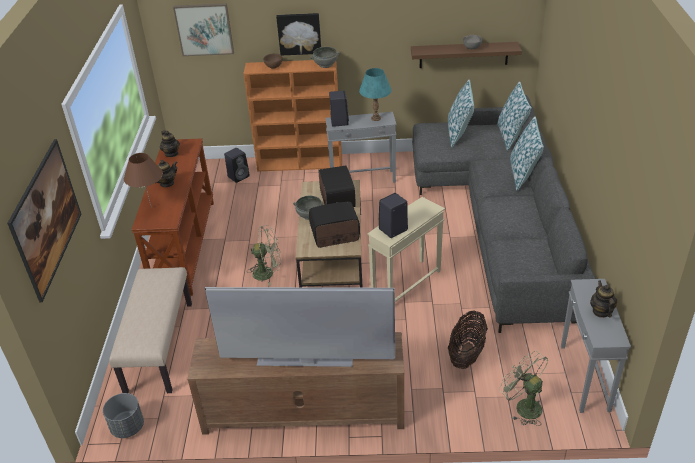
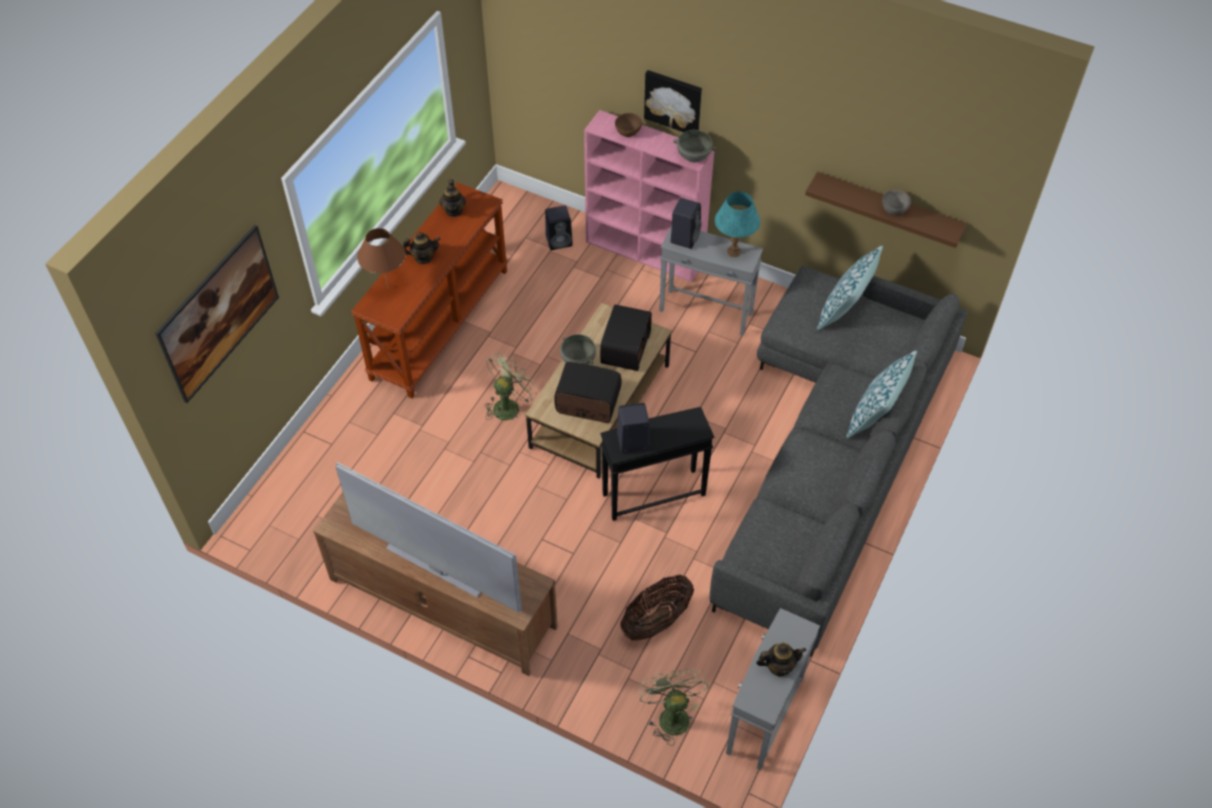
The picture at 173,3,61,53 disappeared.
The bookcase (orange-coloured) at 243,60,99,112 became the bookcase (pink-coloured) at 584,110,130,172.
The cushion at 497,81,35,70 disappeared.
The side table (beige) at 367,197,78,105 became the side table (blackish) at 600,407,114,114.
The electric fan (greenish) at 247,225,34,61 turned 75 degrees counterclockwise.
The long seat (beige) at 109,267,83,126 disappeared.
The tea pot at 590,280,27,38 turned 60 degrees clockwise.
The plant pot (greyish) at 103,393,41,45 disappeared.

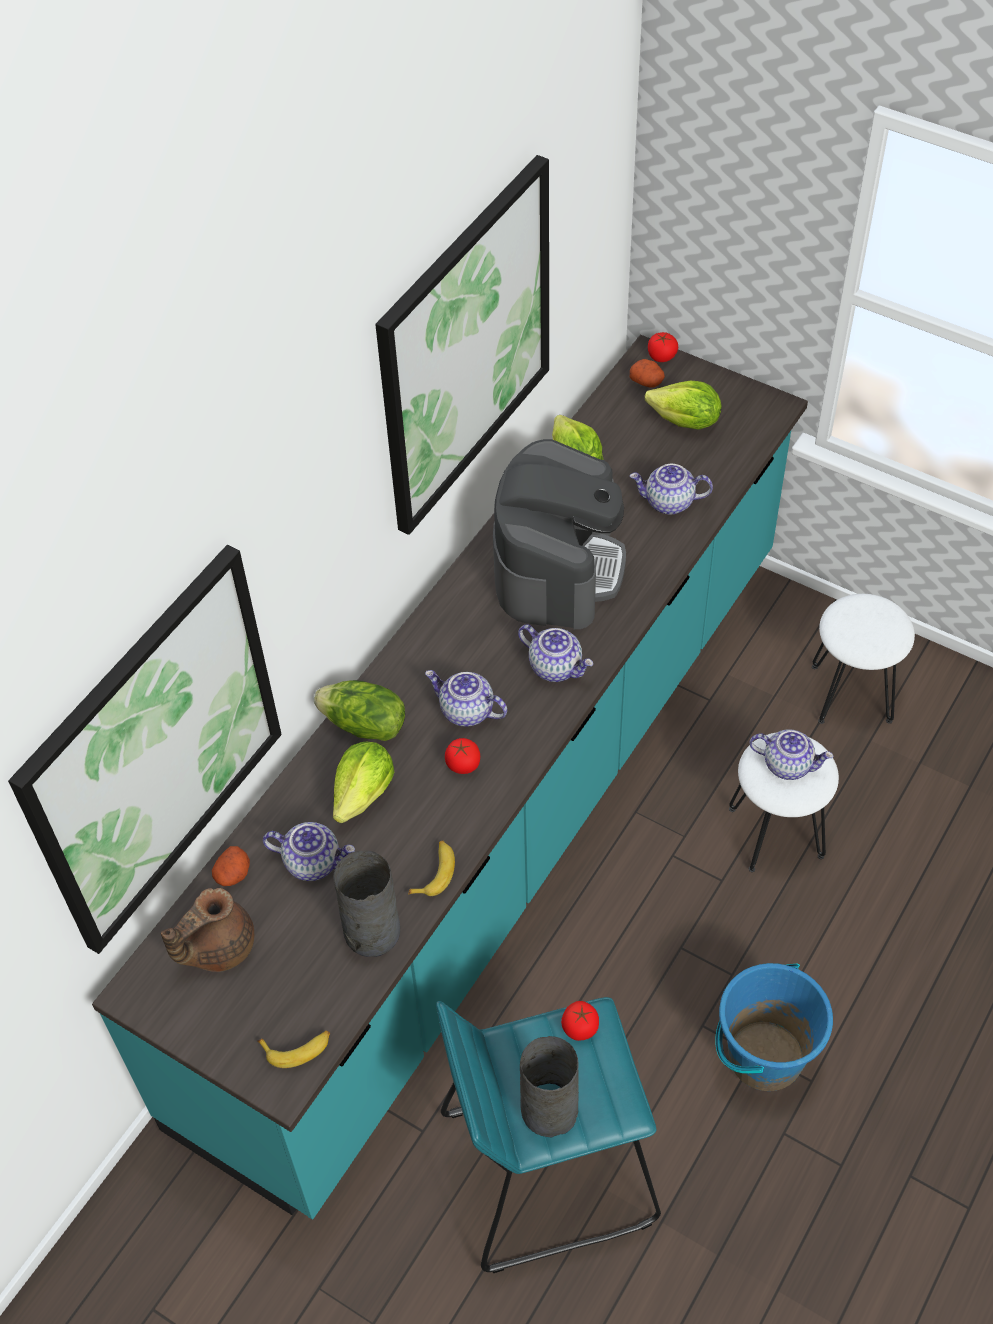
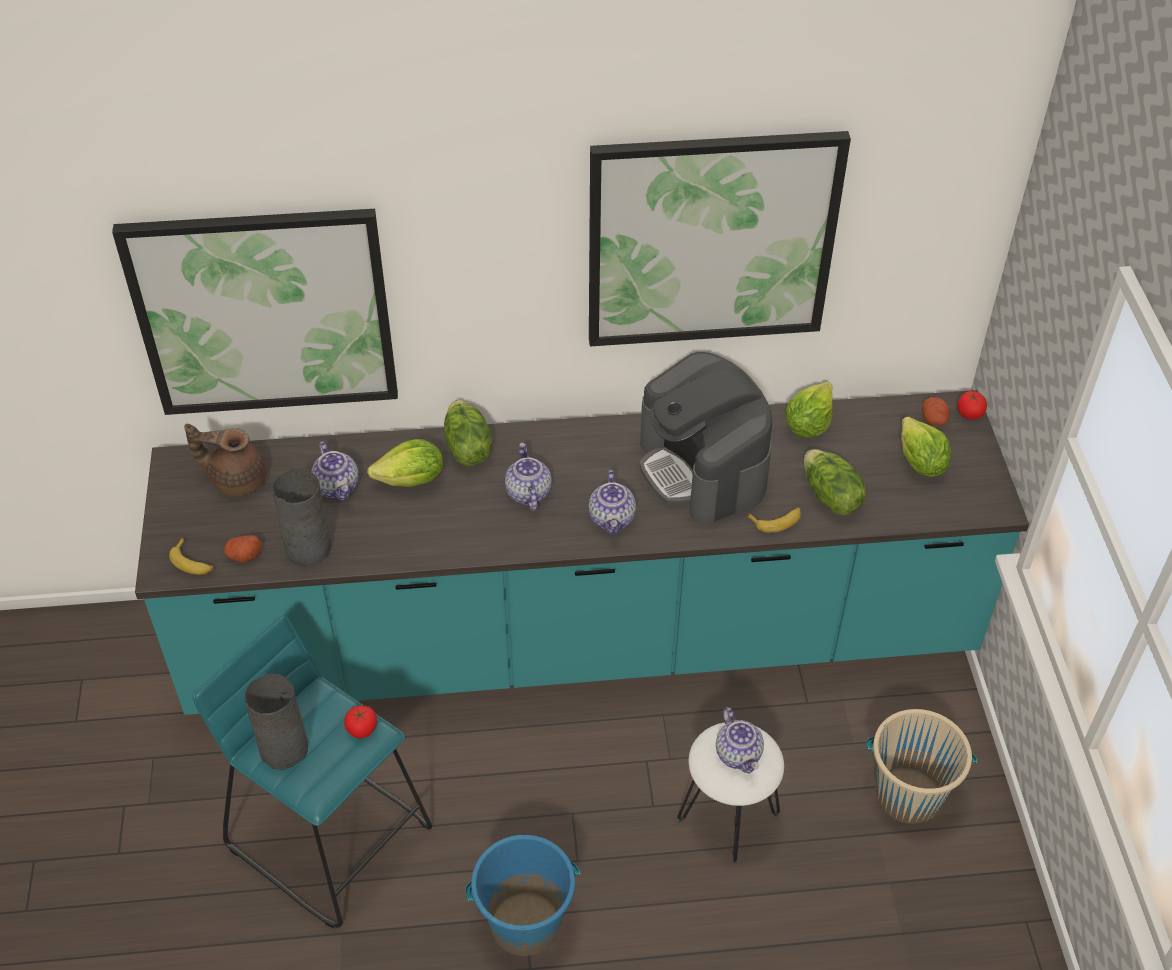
The coffee machine at 493,439,133,190 turned 90 degrees clockwise.
The tea pot at 630,464,83,51 was replaced by the lettuce head at 804,449,62,66.
The stool seat (white-coloured) at 812,594,103,130 was replaced by the bucket (beige) at 866,709,111,115.
The tomato at 445,738,35,36 disappeared.
The whole banana moved from 408,840,47,56 to 747,507,54,26.
The whole potato moved from 212,846,38,40 to 224,535,37,28.

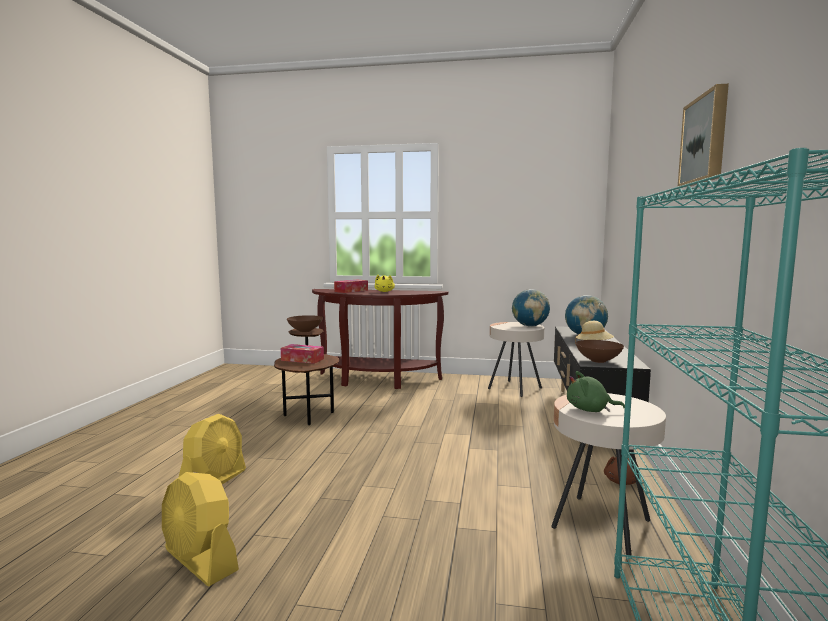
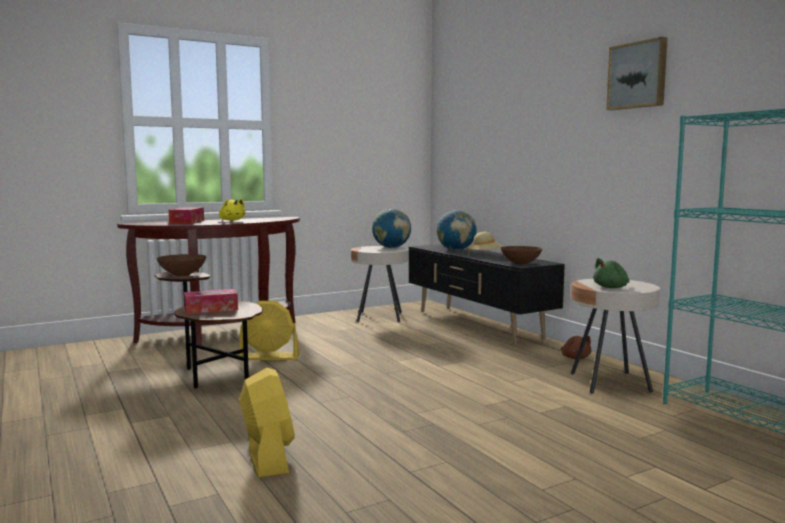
The electric fan (yellowish) moved from 162,472,77,115 to 239,301,61,59.

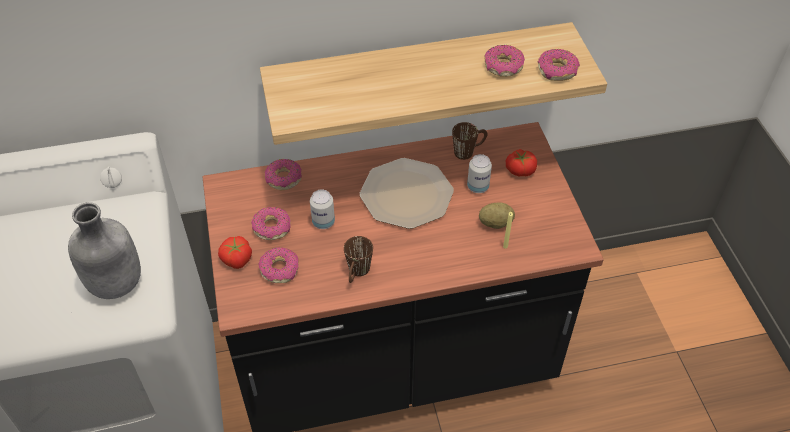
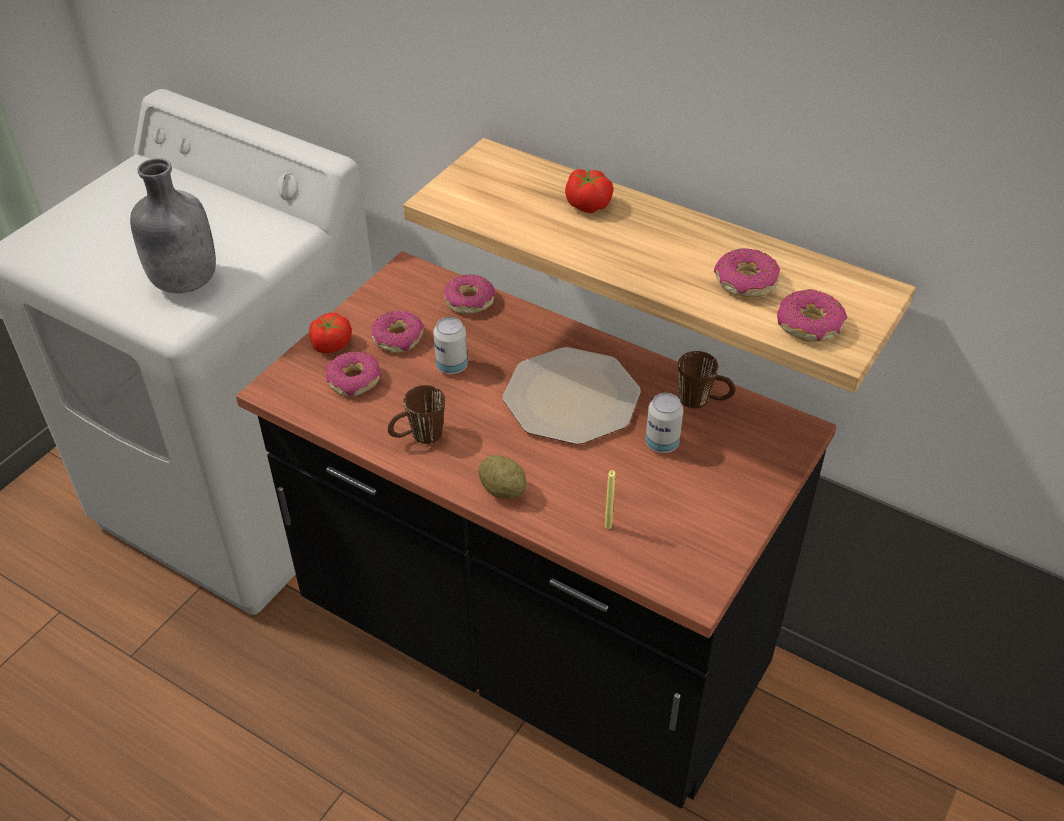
The tomato moved from 506,149,31,27 to 565,169,48,44.
The whole potato moved from 479,202,36,27 to 478,455,49,43.

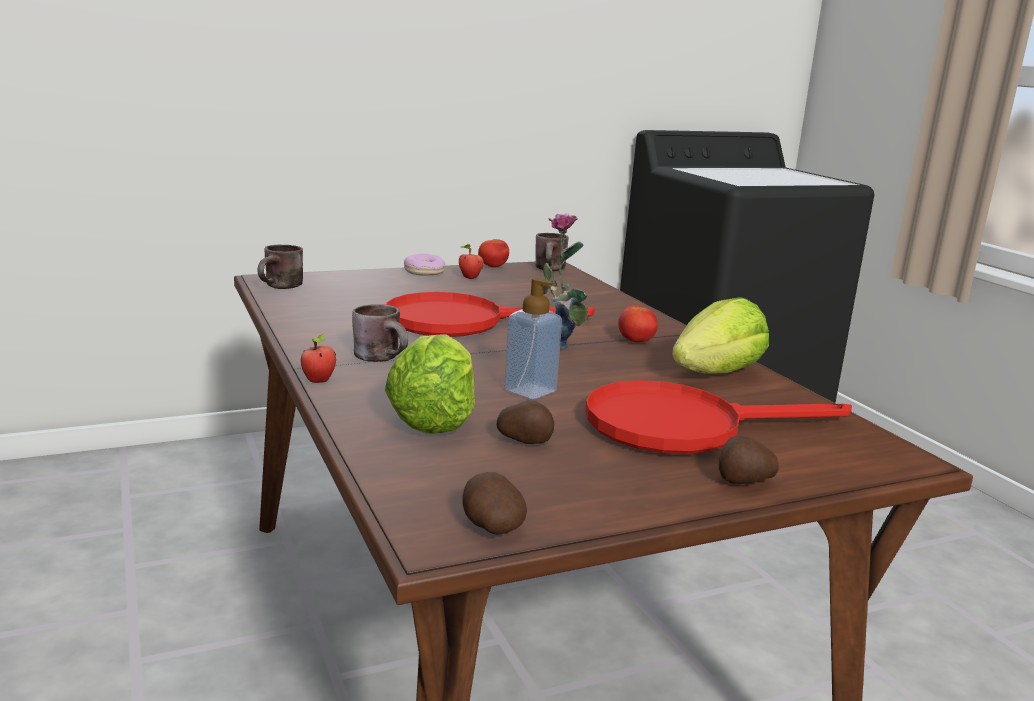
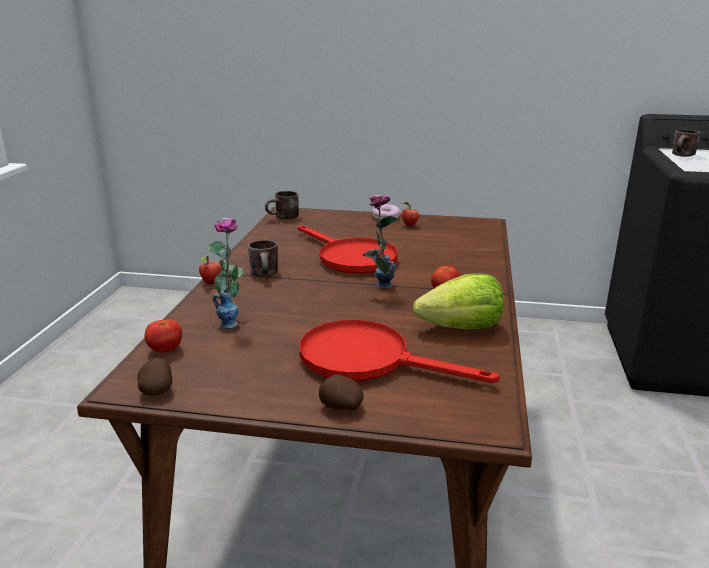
The coffee mug (brownish) moved from 535,233,34,38 to 672,130,29,27.
The tomato moved from 478,239,31,29 to 145,319,37,34.
The liquid soap bottle at 504,278,58,121 disappeared.
The frying pan (reddish) at 386,292,209,45 turned 150 degrees counterclockwise.
The lettuce head at 385,334,90,100 was replaced by the flower vase at 207,217,37,111.
The whole potato at 496,400,58,44 disappeared.

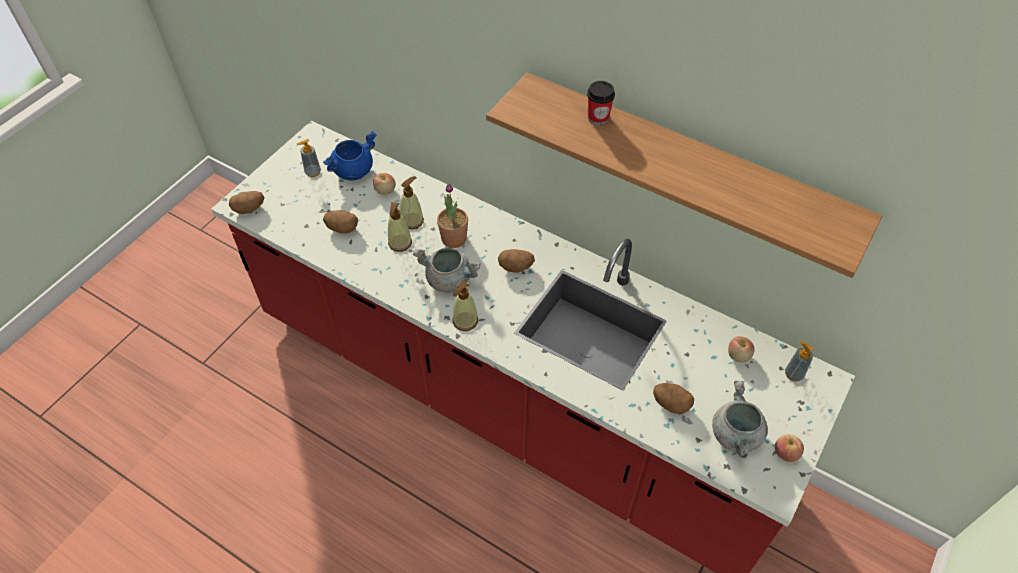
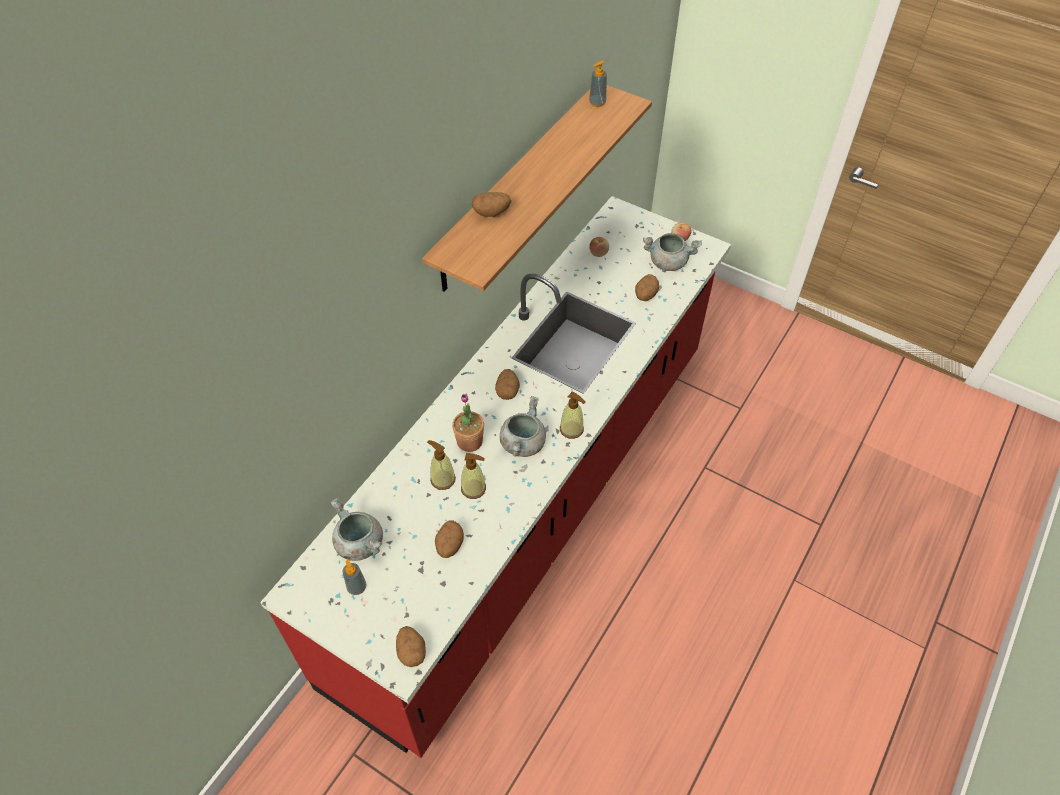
The drinking cup at 587,81,28,45 was replaced by the whole potato at 472,192,40,25.
The cooking pot (blue-coloured) at 323,131,53,49 became the cooking pot (greyish) at 330,498,53,63.
The apple fruit at 373,173,22,22 disappeared.
The liquid soap bottle moved from 785,340,28,42 to 589,60,18,47.

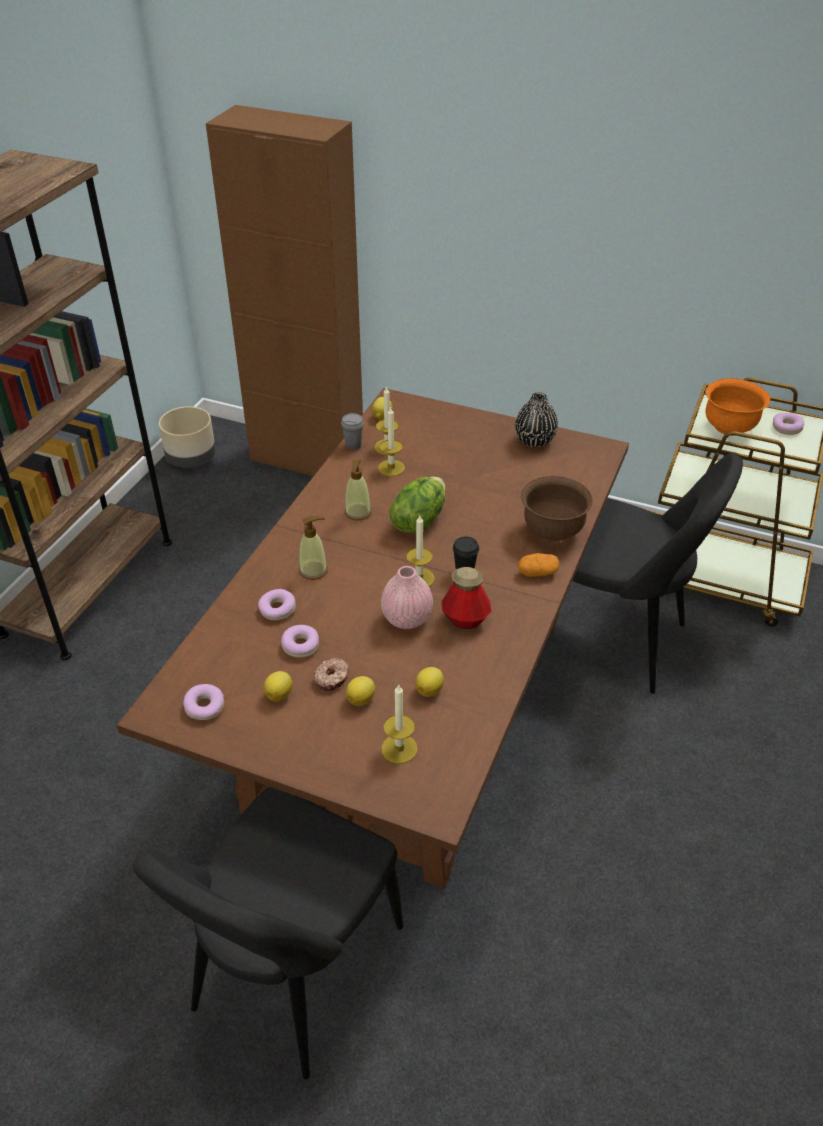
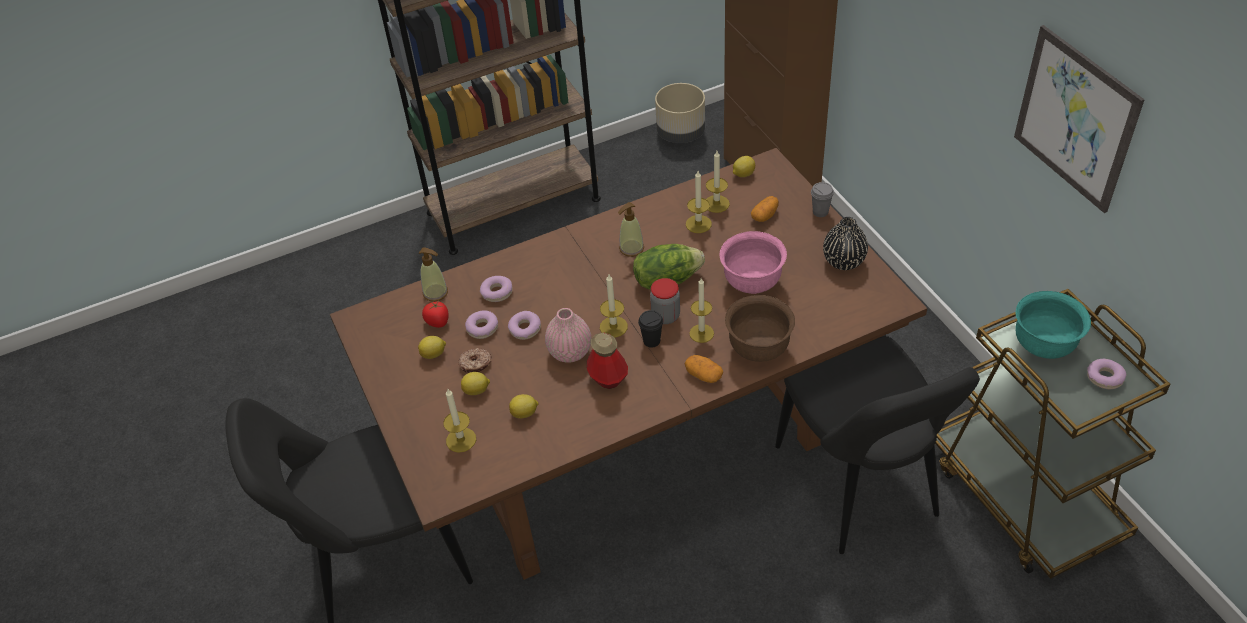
The deep dish (orange-coloured) at 706,378,64,58 became the deep dish (turquoise) at 1015,291,76,68.
The drinking cup (greyish) moved from 341,413,23,37 to 811,182,23,35.
The liquid soap bottle moved from 299,516,29,64 to 419,248,29,54.
The ring doughnut moved from 183,684,41,36 to 508,311,33,29.
The picture at 1014,25,131,188 appeared.
The whole potato at 751,196,28,26 appeared.
The deep dish (pink-coloured) at 720,231,67,63 appeared.
The jar at 650,278,30,46 appeared.
The wax candle at 689,278,25,65 appeared.
The tomato at 422,301,27,27 appeared.

